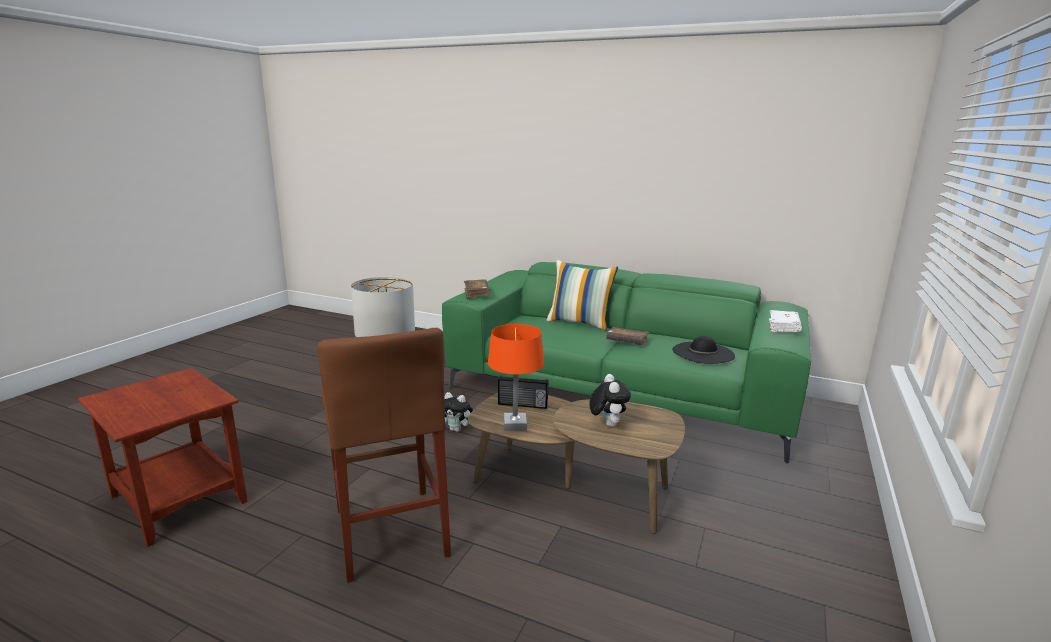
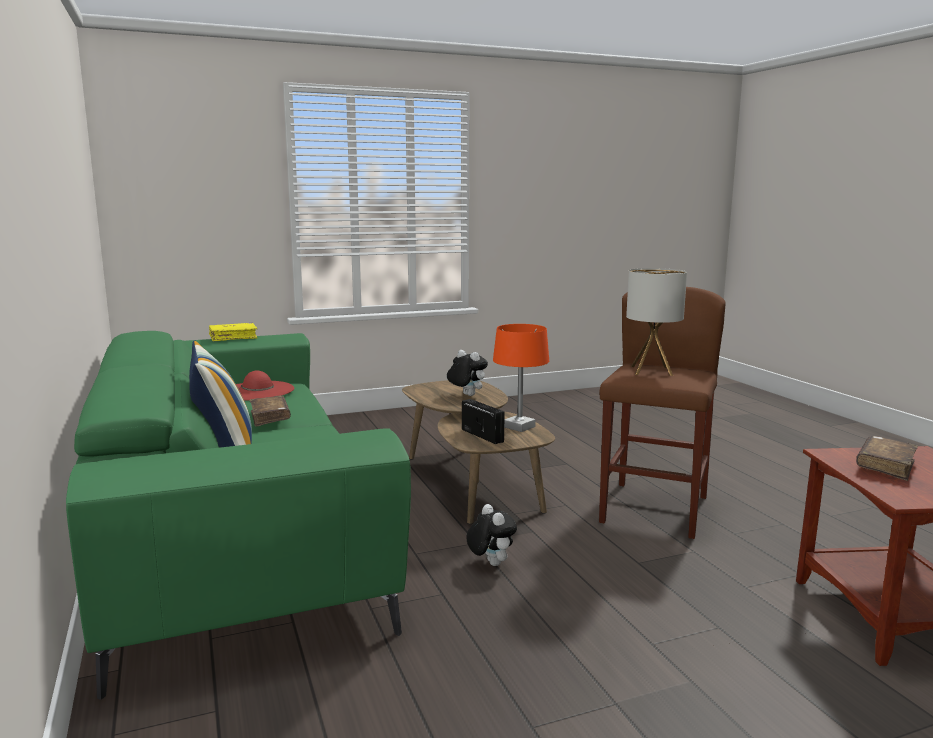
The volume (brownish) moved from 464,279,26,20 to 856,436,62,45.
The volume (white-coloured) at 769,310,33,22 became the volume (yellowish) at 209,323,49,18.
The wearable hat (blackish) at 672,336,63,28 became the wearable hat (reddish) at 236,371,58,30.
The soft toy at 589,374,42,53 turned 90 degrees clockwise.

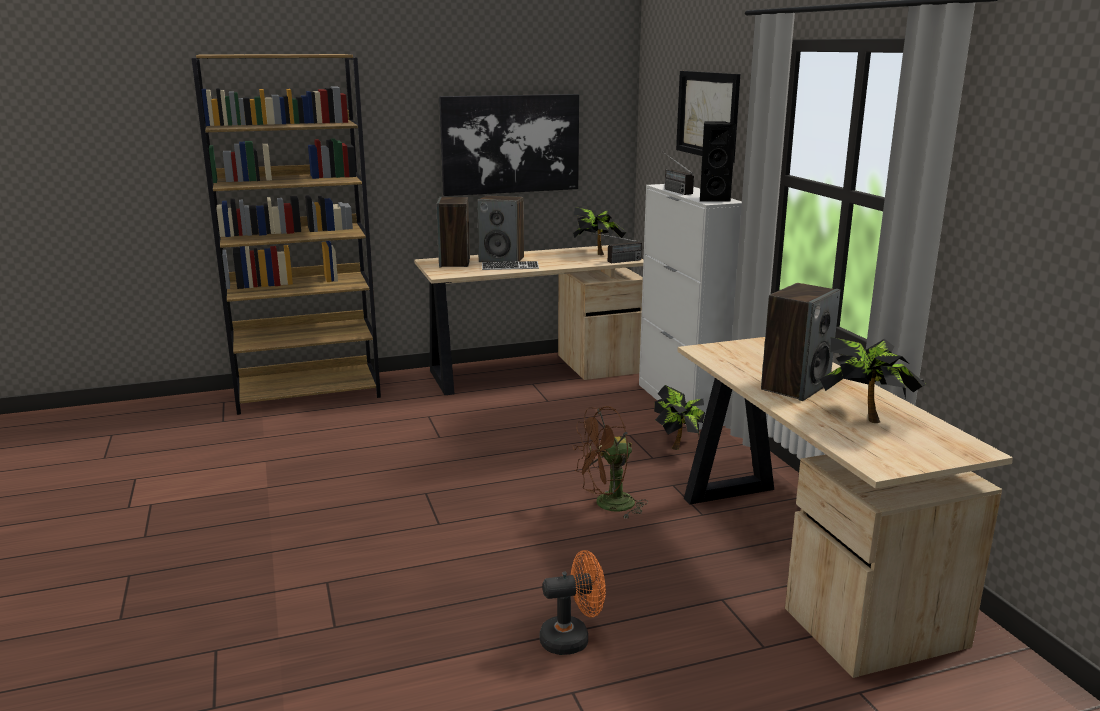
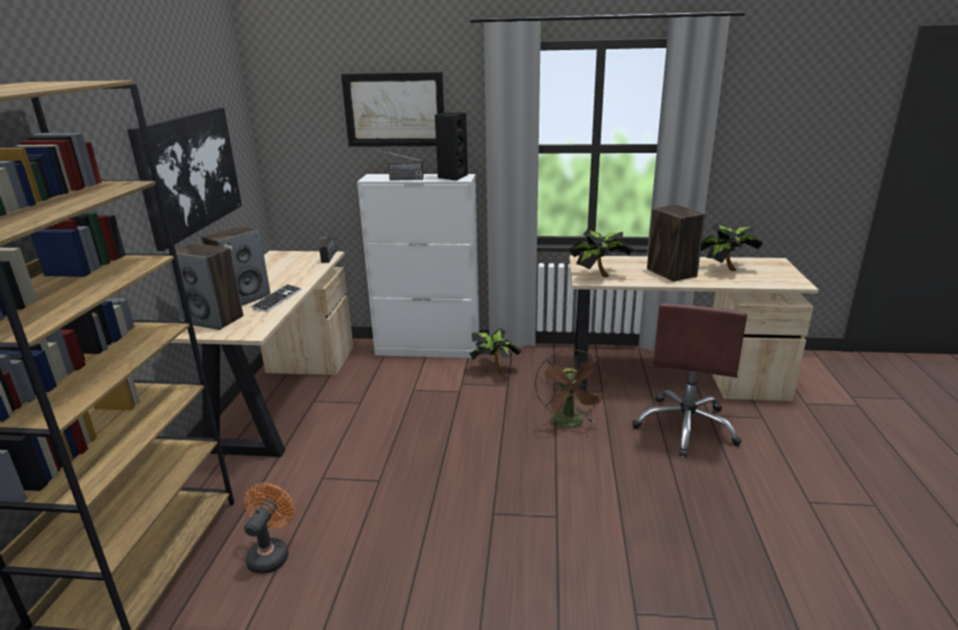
The houseplant moved from 573,207,53,48 to 569,229,64,48.
The electric fan (orange-coloured) moved from 540,550,66,105 to 244,483,51,91.
The desk chair (brownish) at 632,303,115,154 appeared.

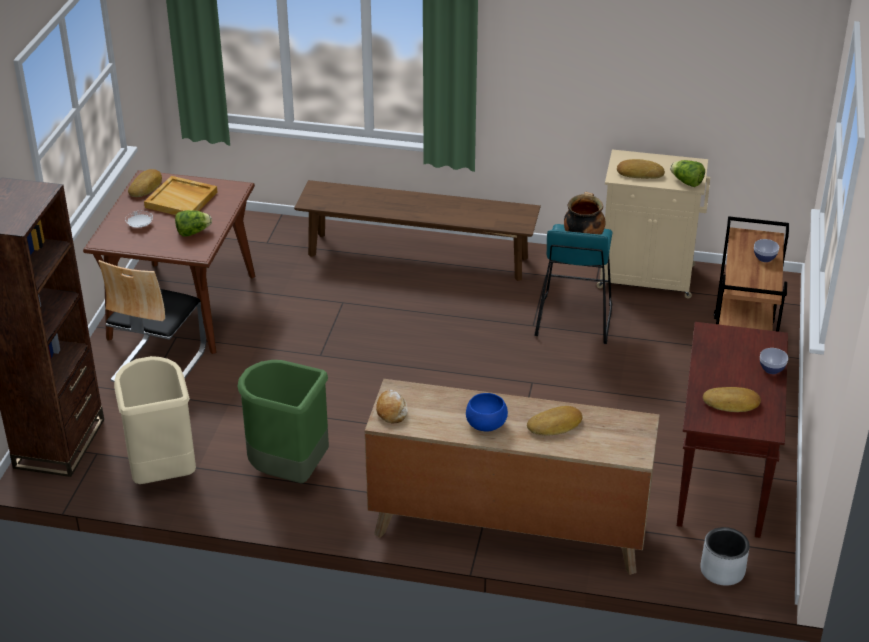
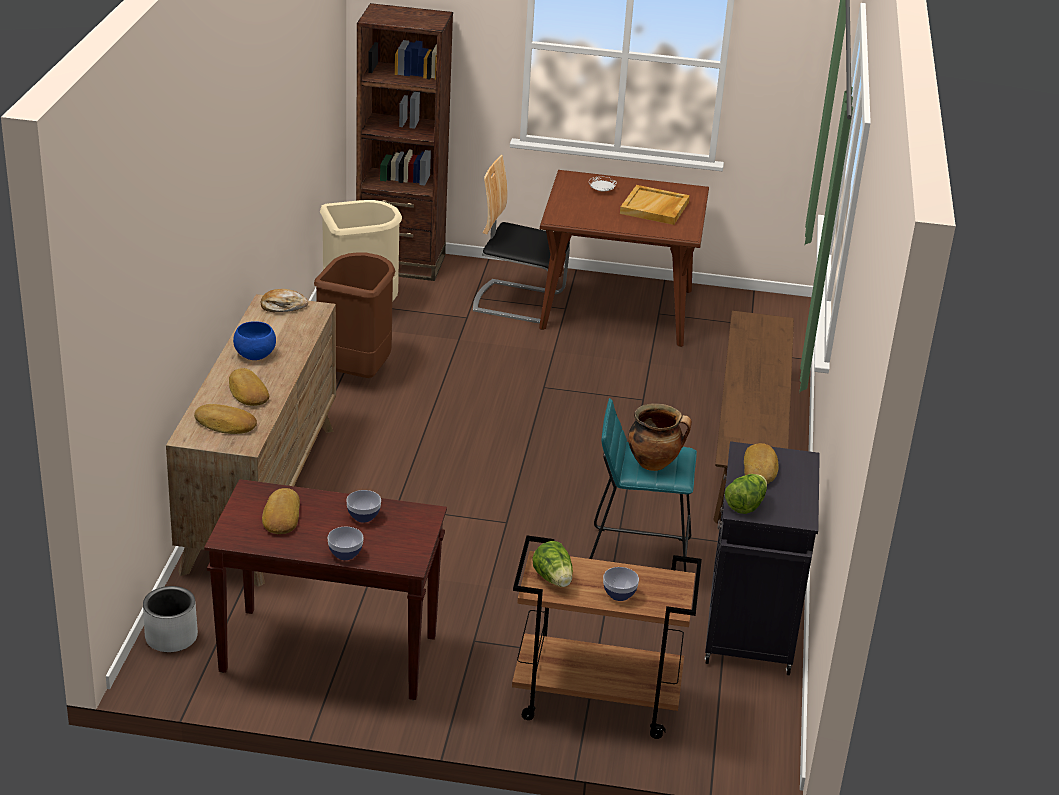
The storage cabinet (beige) at 597,149,113,149 became the storage cabinet (blackish) at 705,441,115,234.
The bread moved from 128,169,34,28 to 194,404,63,30.
The lettuce head moved from 175,210,37,27 to 532,541,41,46.
The rubbish bin (greenish) at 237,360,92,124 became the rubbish bin (brownish) at 314,252,81,126.
The deep dish at 346,490,35,32 appeared.

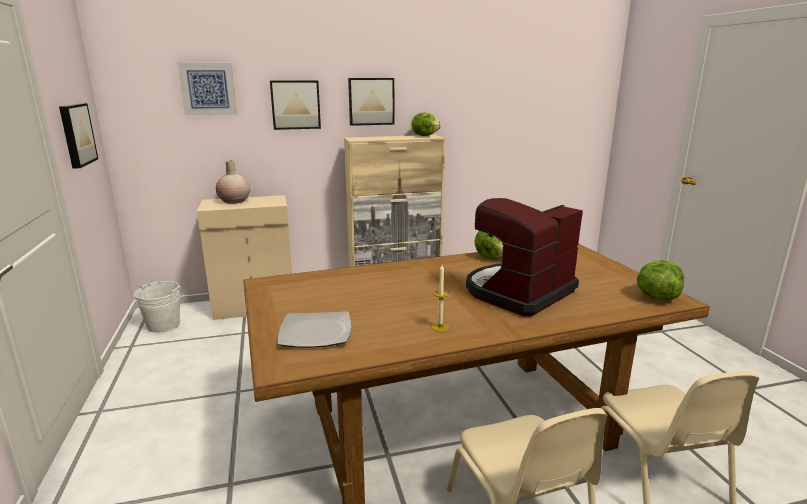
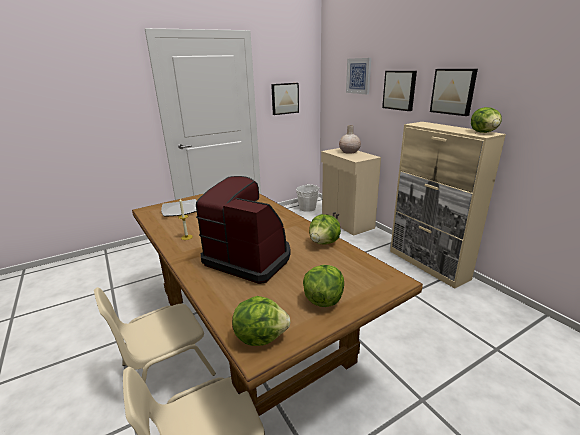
The lettuce head at 303,265,41,42 appeared.

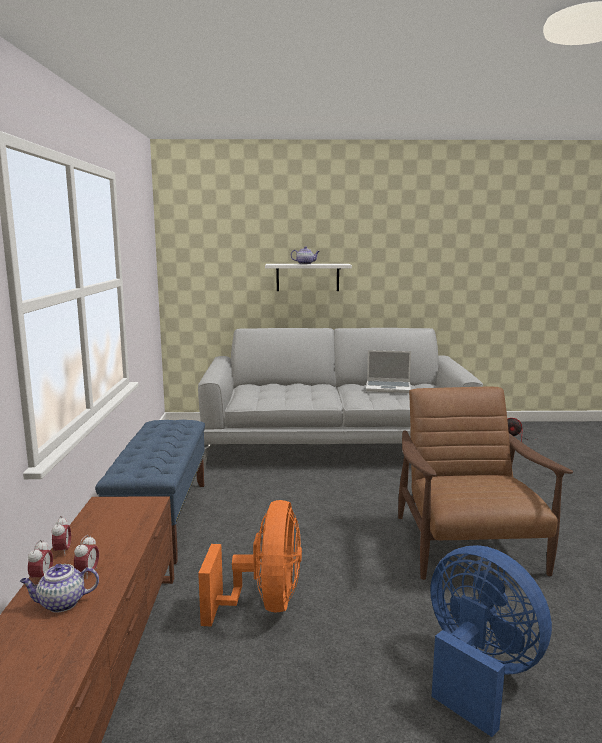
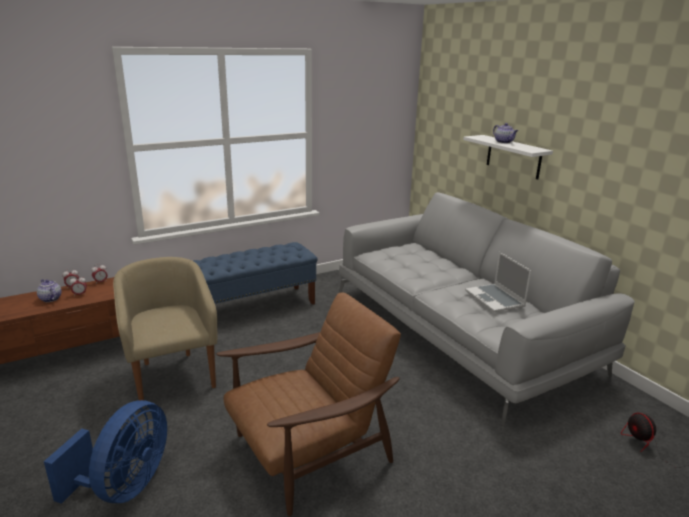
The electric fan (orange-coloured) at 198,500,104,127 was replaced by the armchair (beige) at 113,257,104,143.

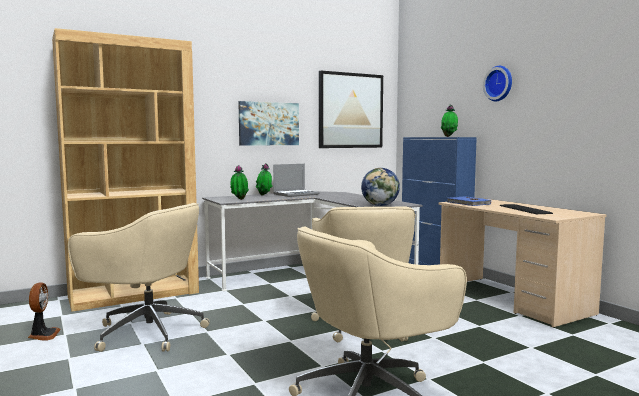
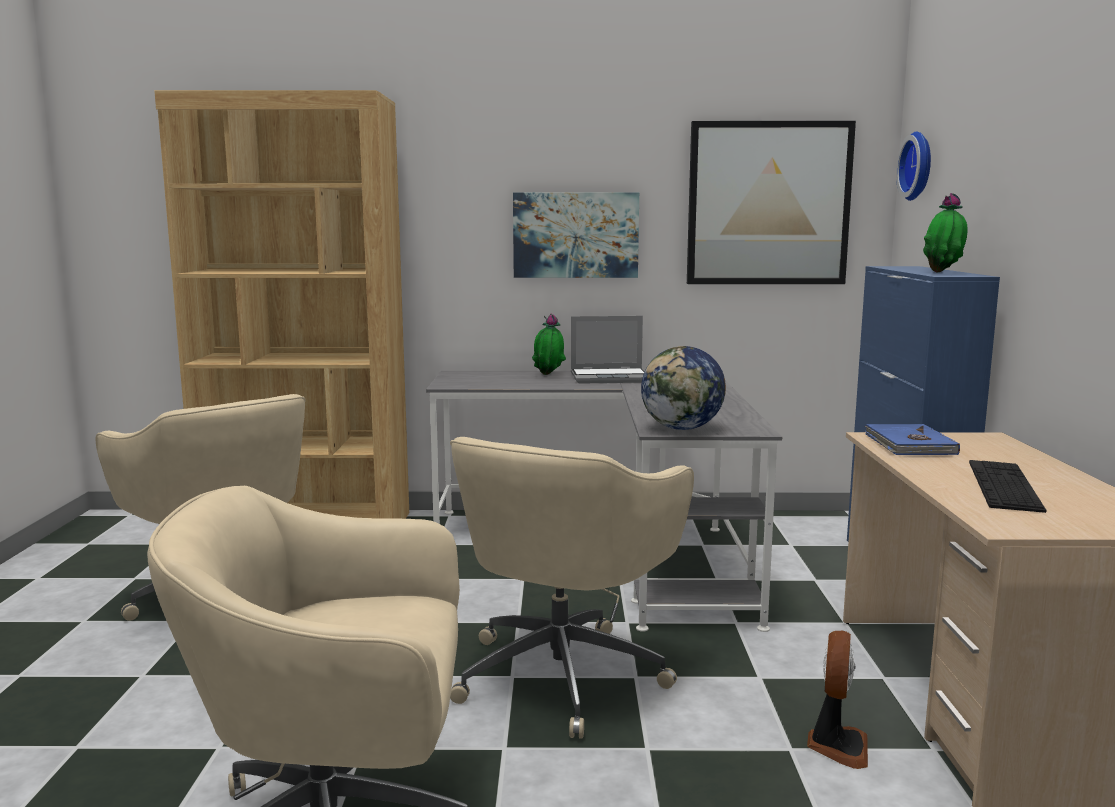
The clock on the wall moved from 483,66,29,35 to 896,132,35,69.
The houseplant at 230,165,19,35 disappeared.
The electric fan moved from 28,282,33,59 to 807,631,61,138.

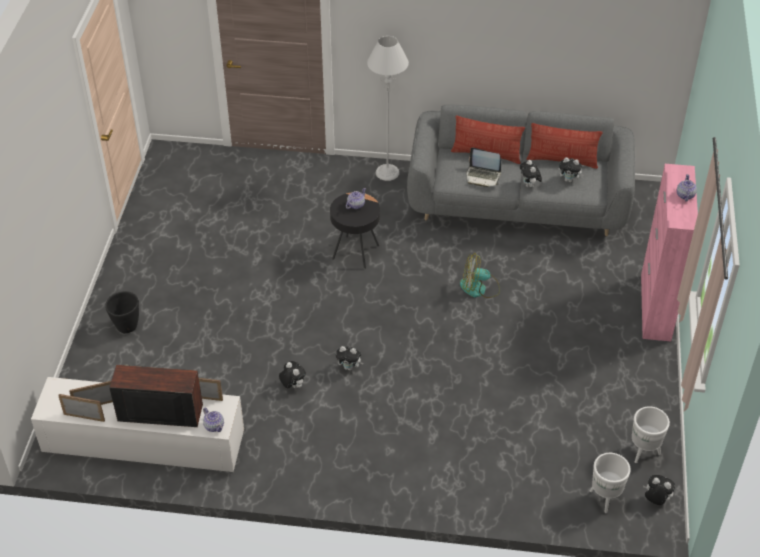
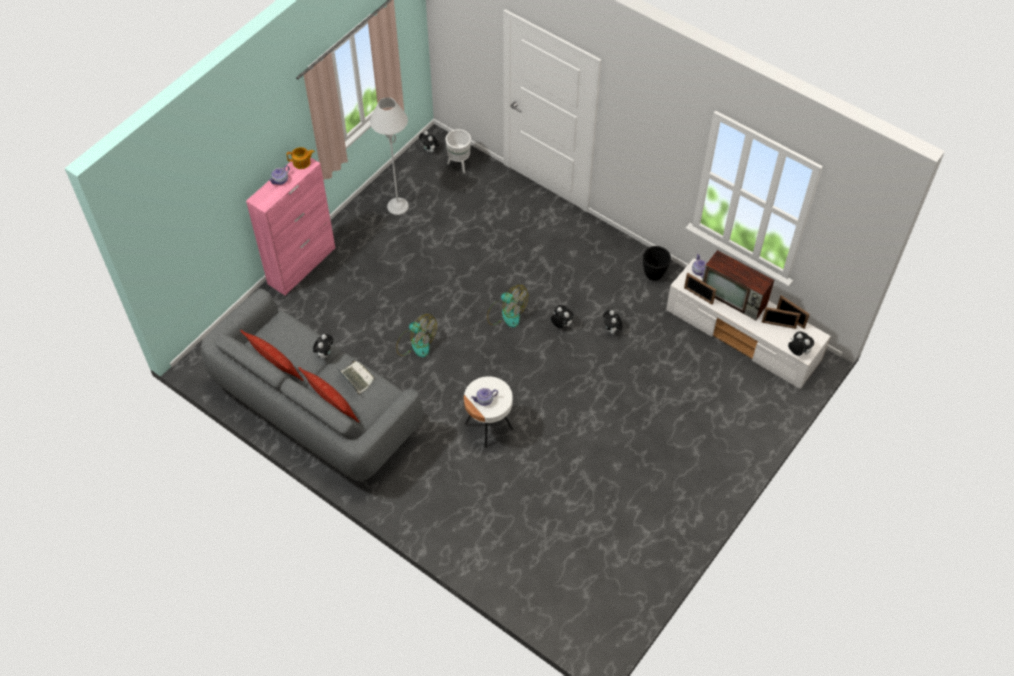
The standard lamp (greyish) moved from 367,36,42,145 to 370,97,39,118.
The soft toy moved from 559,157,25,25 to 788,331,26,25.
The side table (blackish) at 330,193,50,76 became the side table (white-coloured) at 464,376,49,72.
The plant pot (blackish) moved from 105,291,34,42 to 643,246,28,34.
The plant pot (white-coloured) at 632,406,38,57 disappeared.
The tea pot at 287,147,28,22 appeared.
The electric fan at 487,285,41,43 appeared.

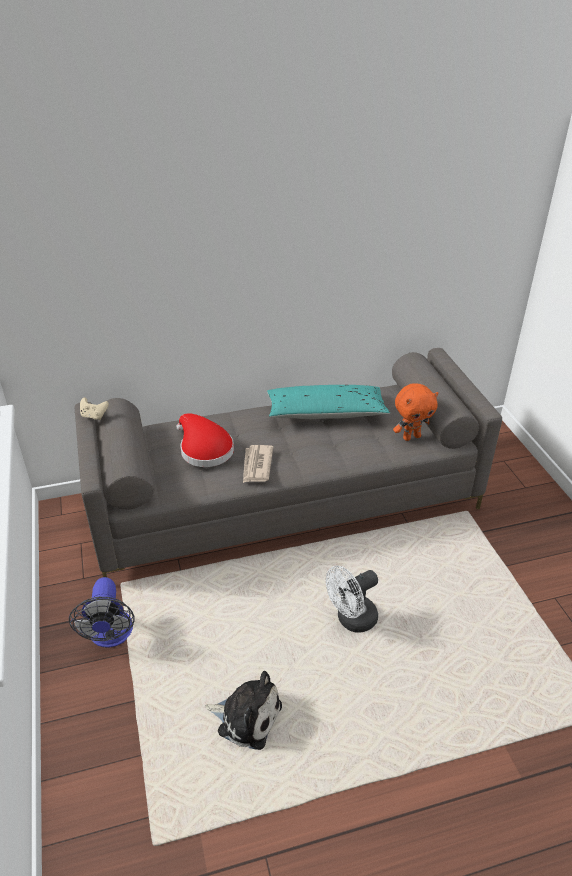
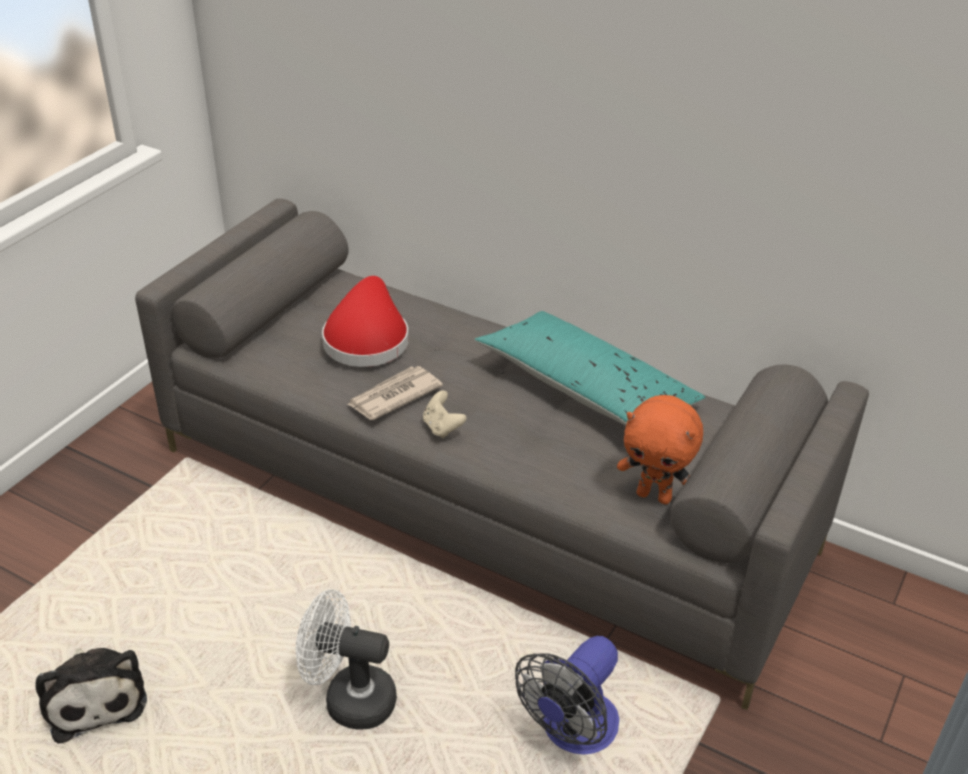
The gamepad (beige) moved from 80,397,29,23 to 423,390,44,48.
The electric fan moved from 69,577,66,71 to 515,636,104,119.

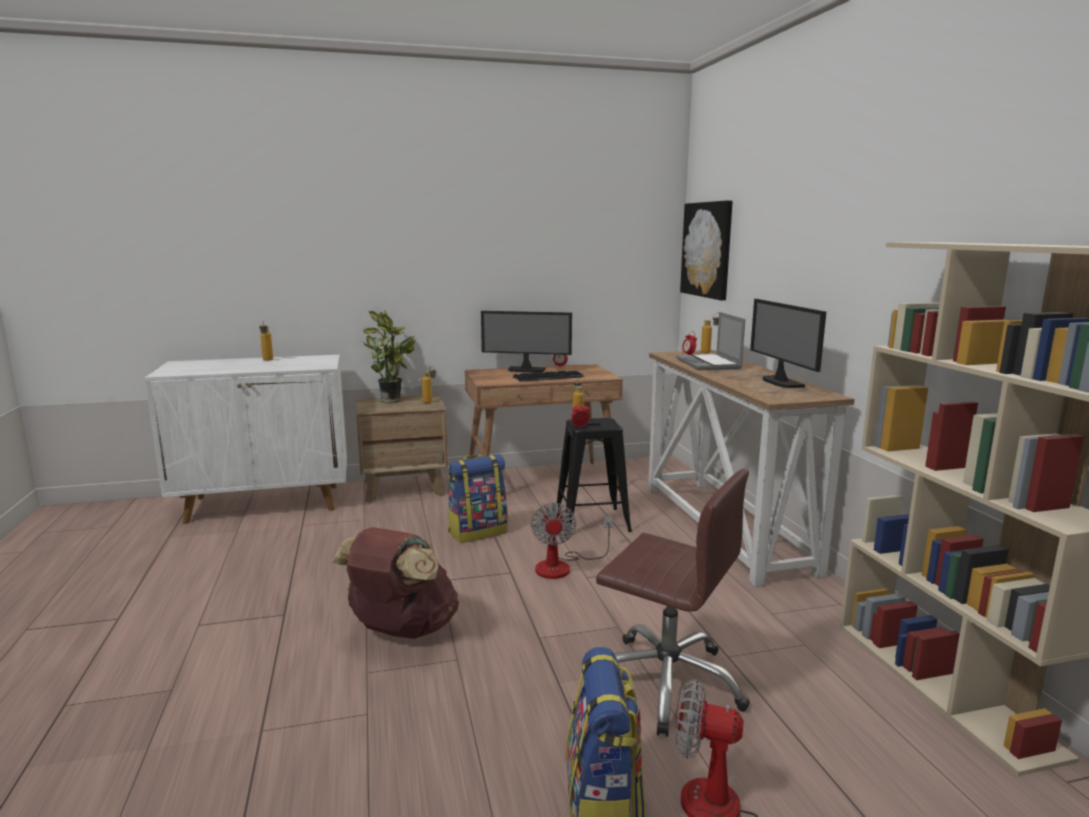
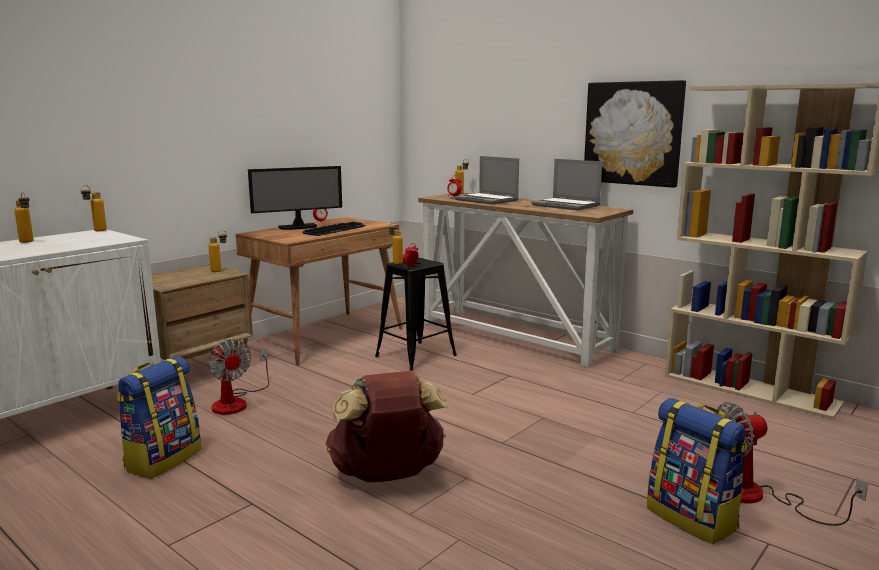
The picture moved from 680,200,53,100 to 584,80,102,108.
The computer display at 750,299,76,89 was replaced by the laptop at 531,159,71,51.
The houseplant at 363,309,53,94 disappeared.
The knapsack moved from 448,454,59,89 to 116,356,85,123.
The desk chair (brownish) at 596,469,154,268 disappeared.
The electric fan moved from 531,503,82,76 to 208,339,61,76.
The bottle at 81,185,26,46 appeared.

